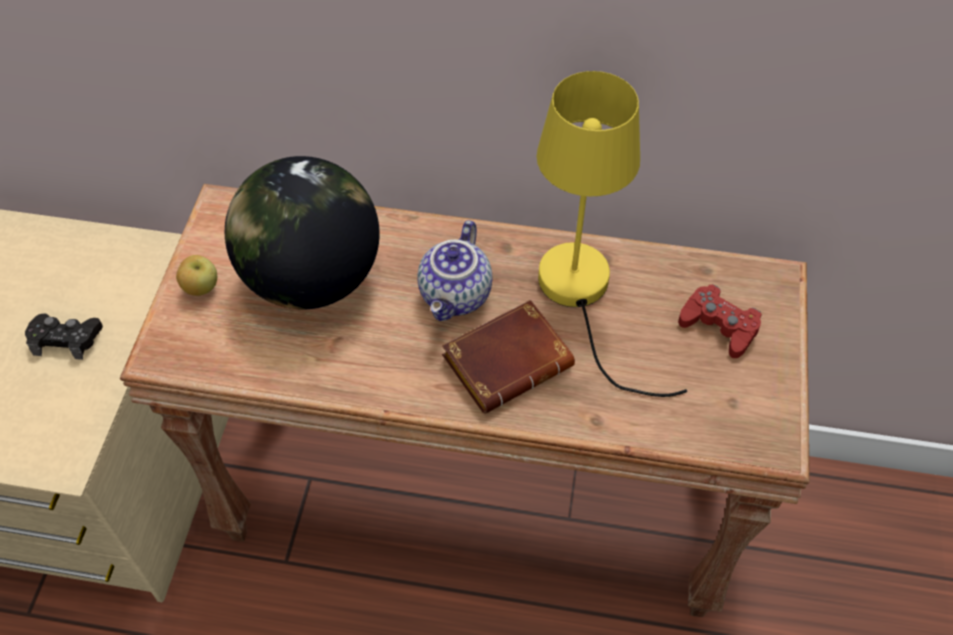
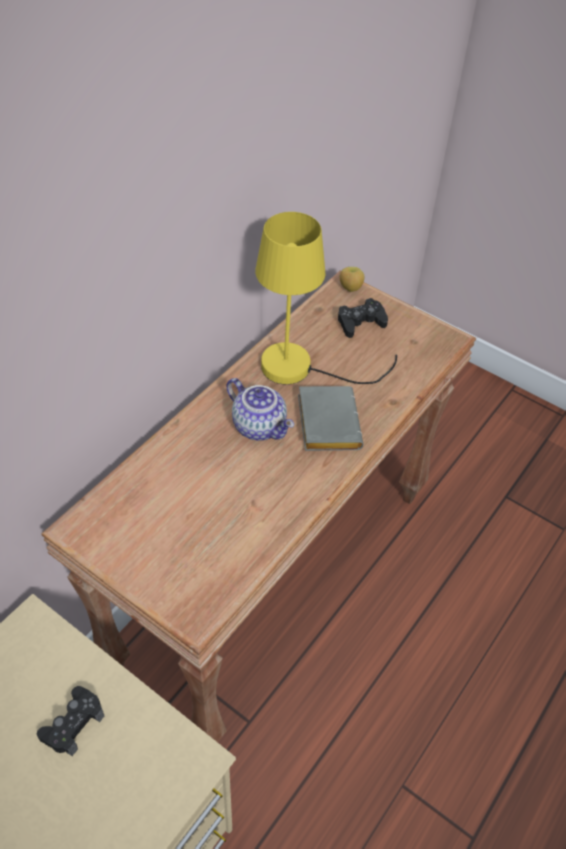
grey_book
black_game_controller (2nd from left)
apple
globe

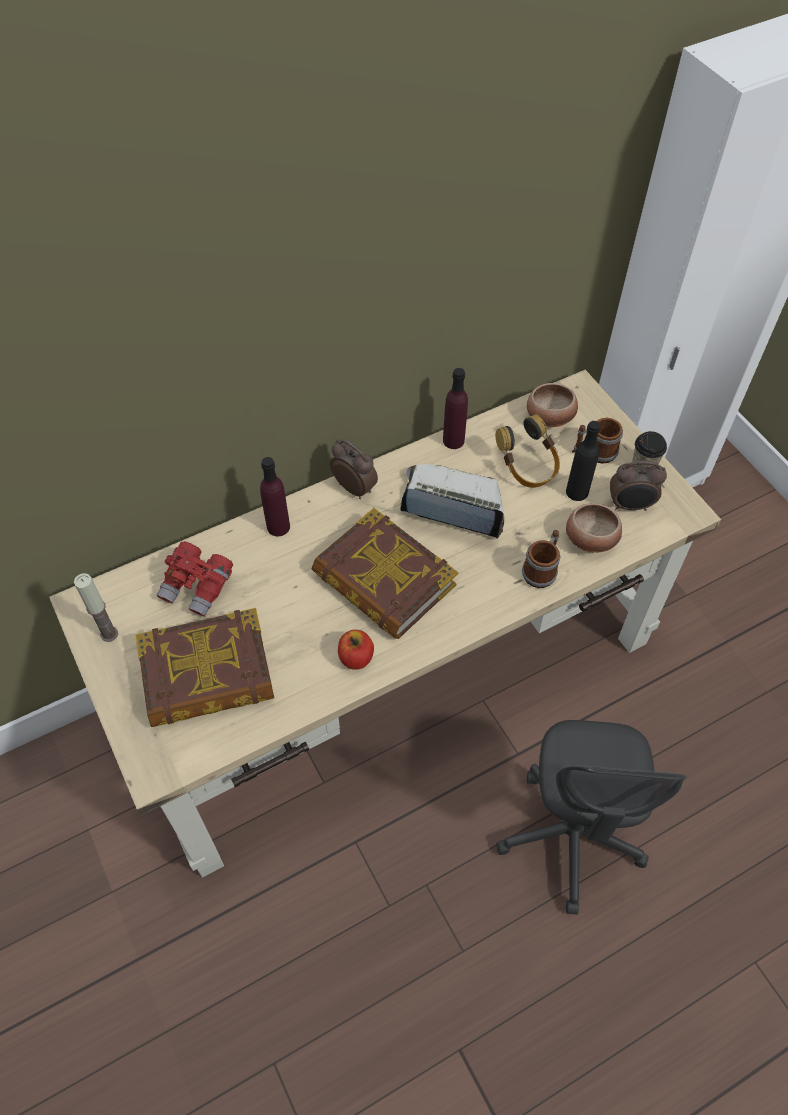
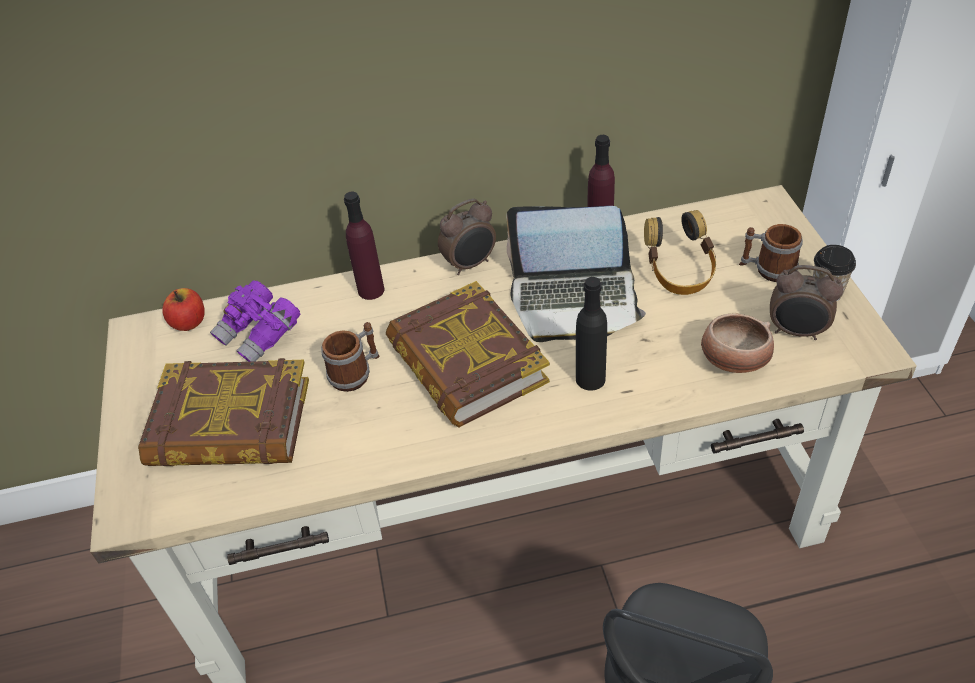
apple
purple_binoculars
mug (1st from left)
alarm_clock (1st from left)
laptop
black_bottle
candle
bowl (1st from left in the first image)

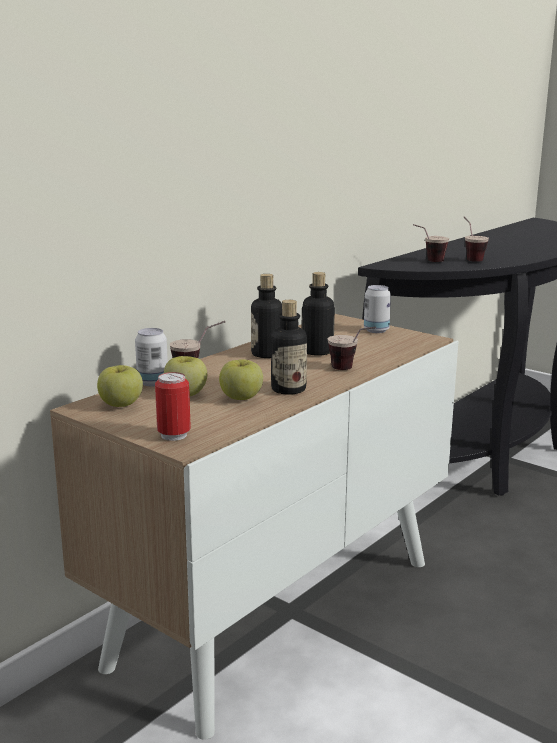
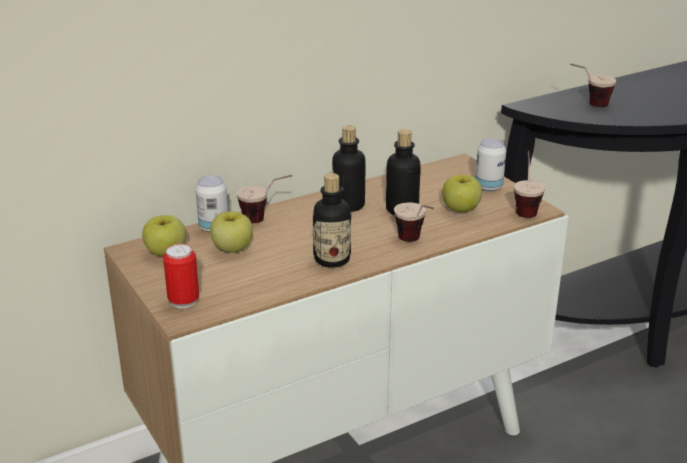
apple (3rd from left)
cup (3rd from left)

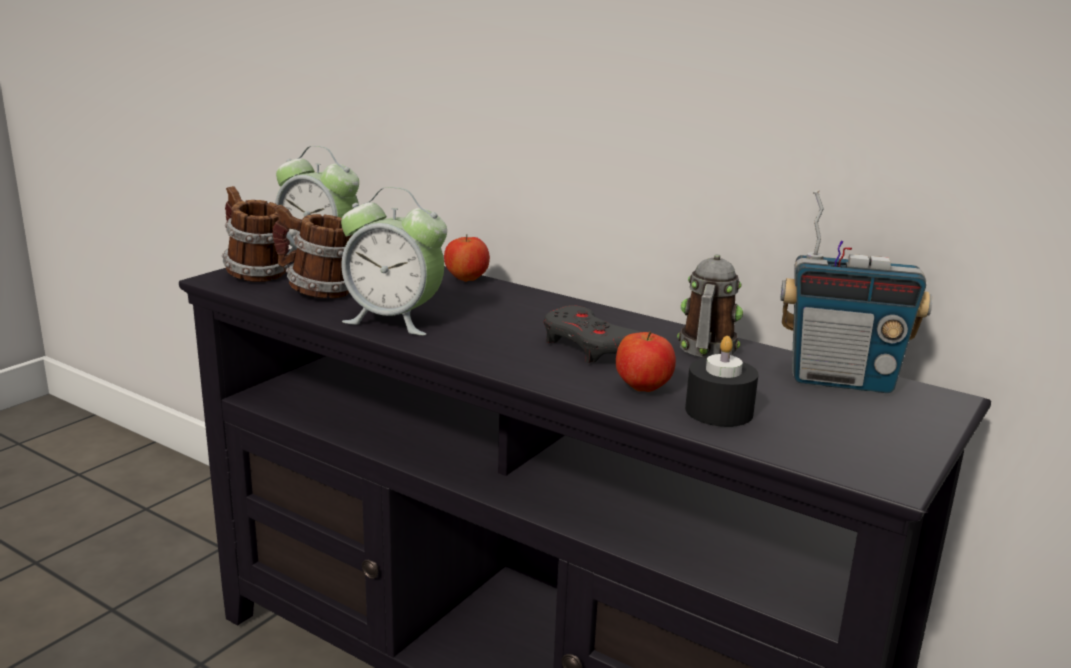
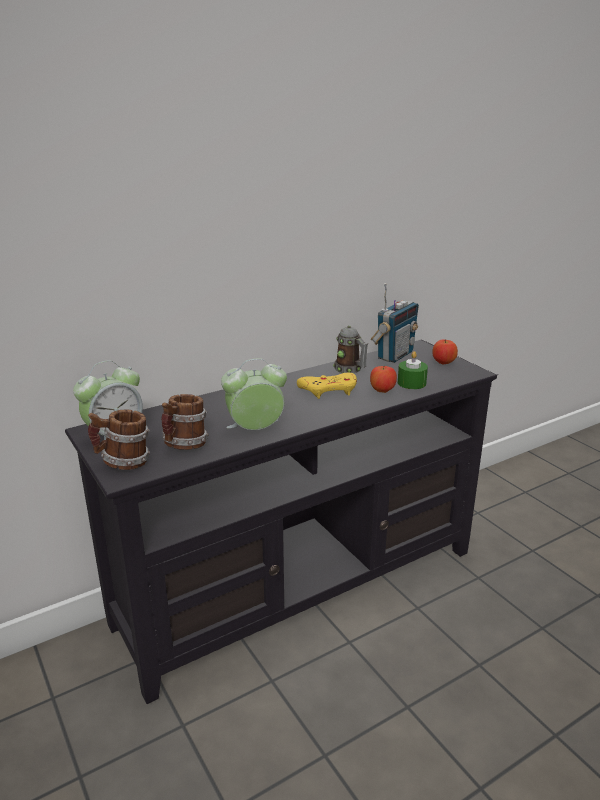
alarm_clock (2nd from left)
yellow_game_controller
green_candle
apple (2nd from left)

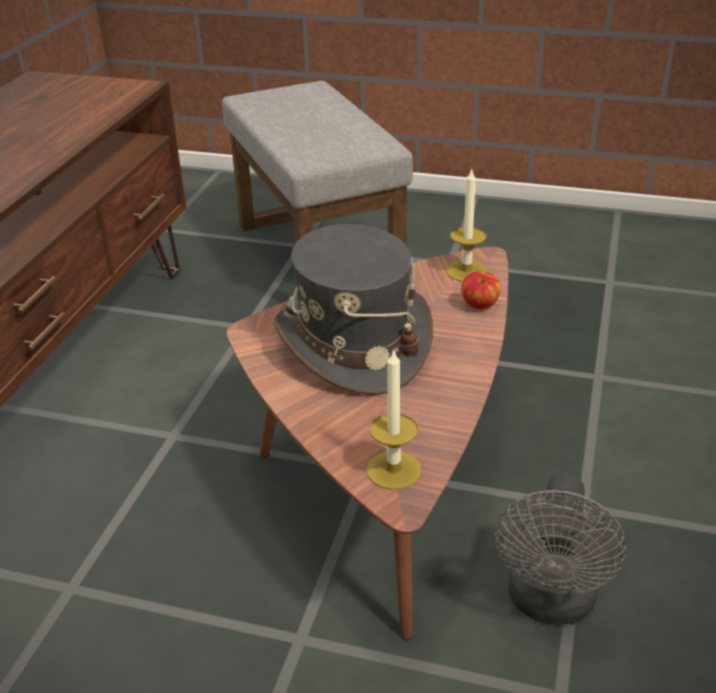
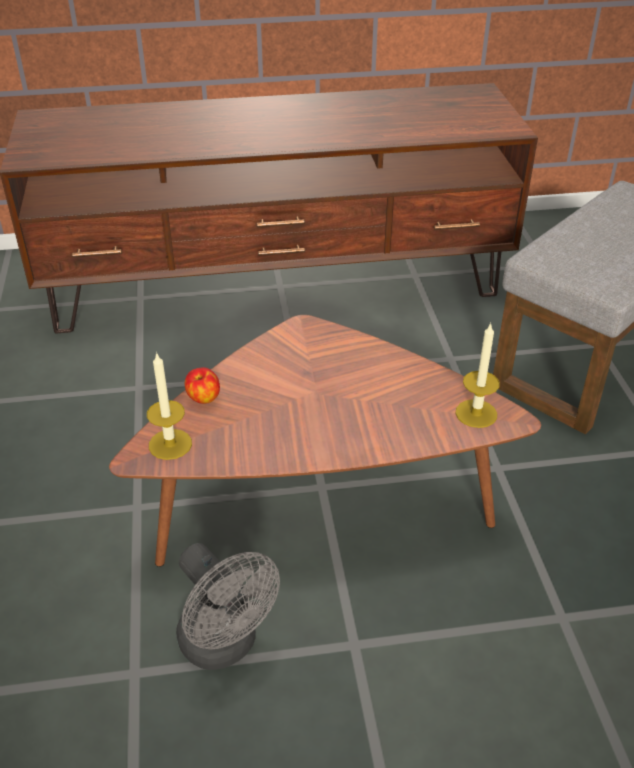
grey_fan
apple
grey_hat

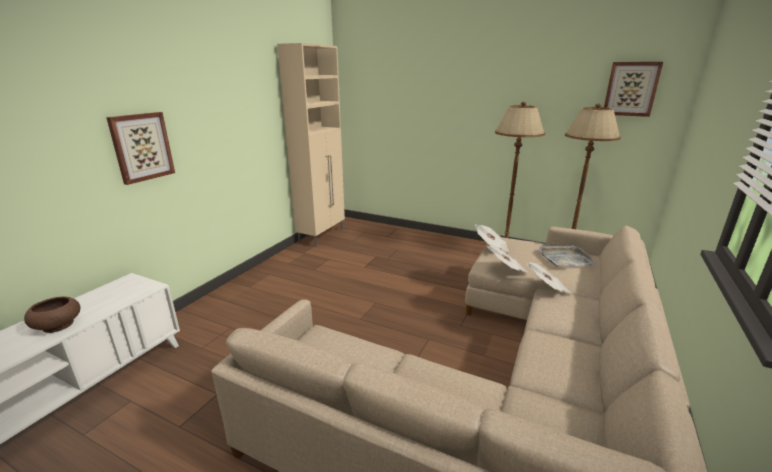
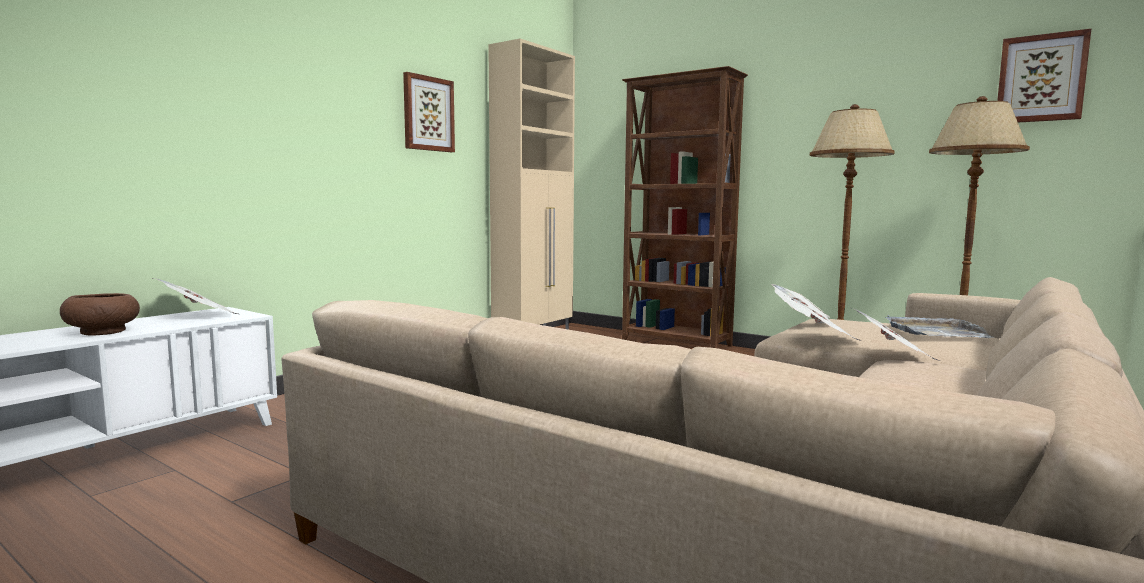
newspaper (1st from left)
picture (1st from left)
brown_bookcase

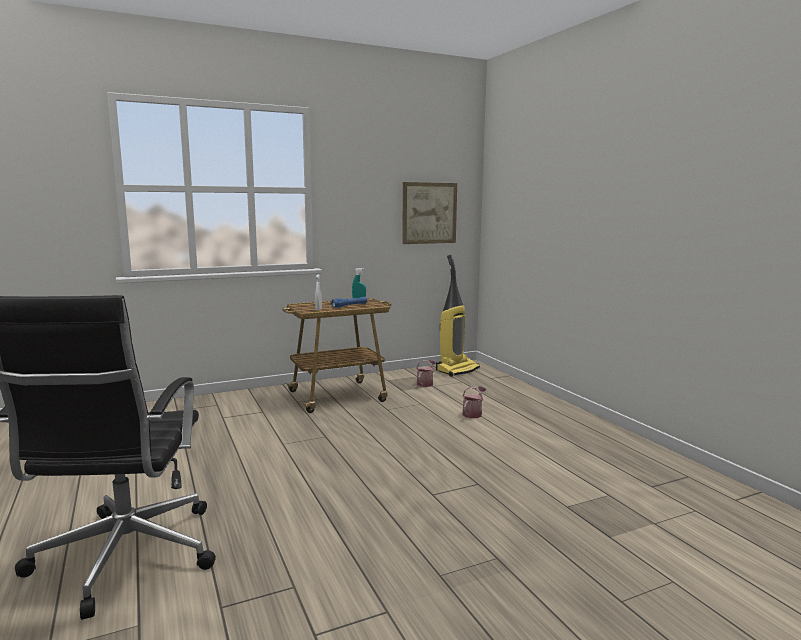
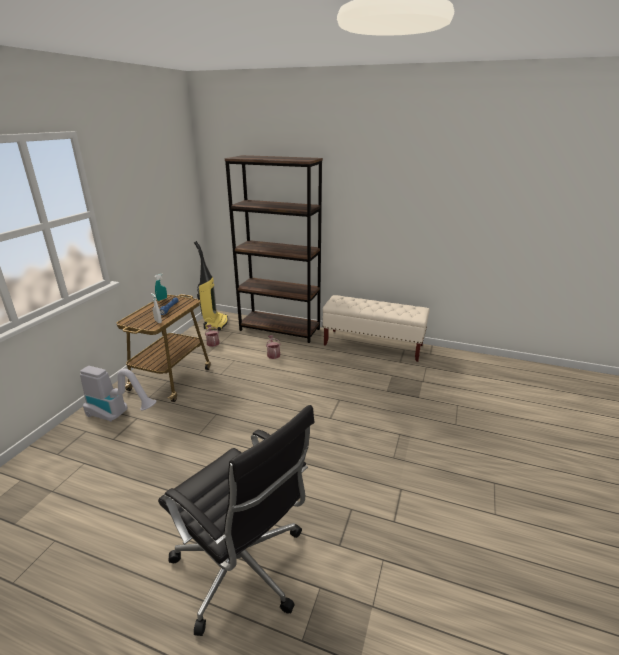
vacuum_cleaner (1st from left)
brown_bookcase
beige_bench
picture

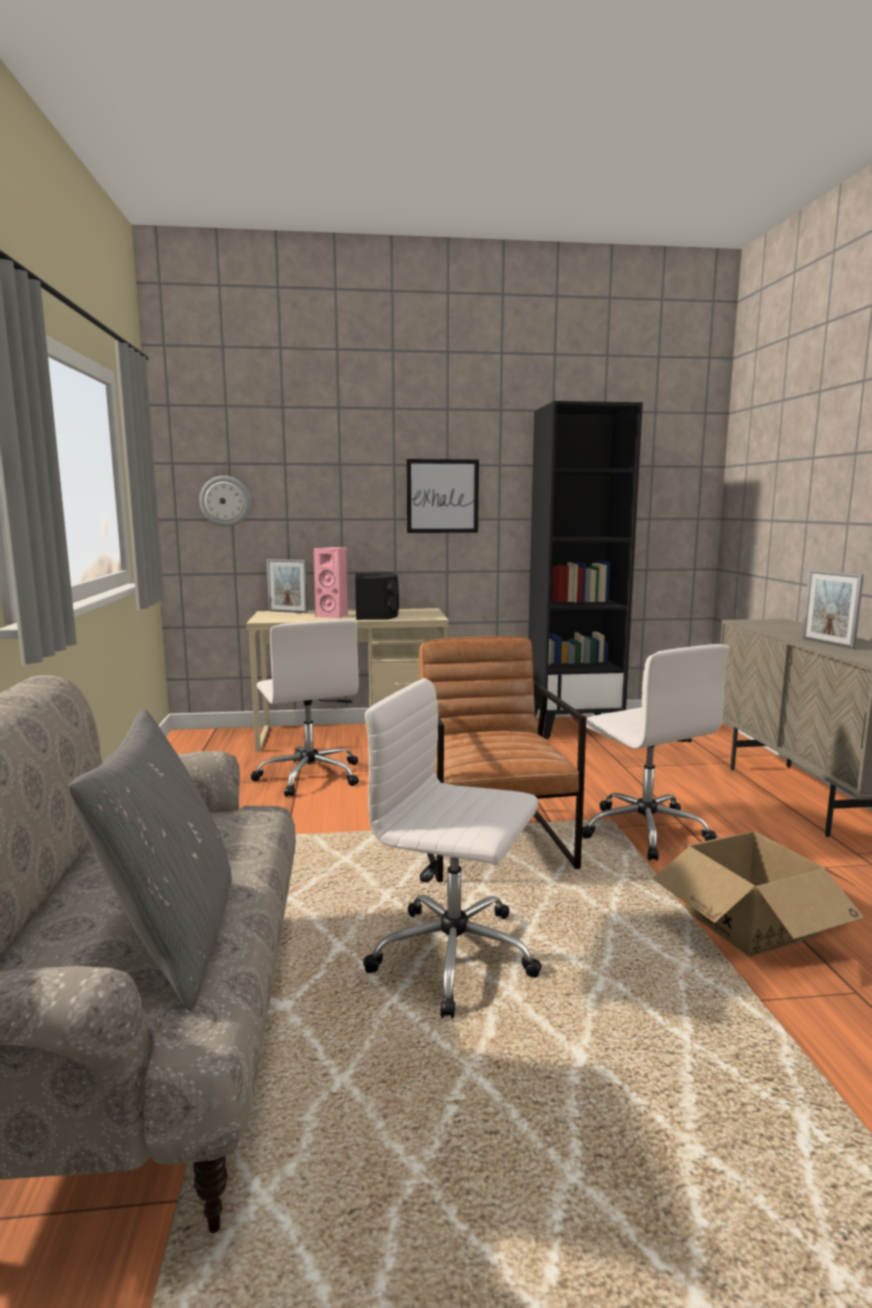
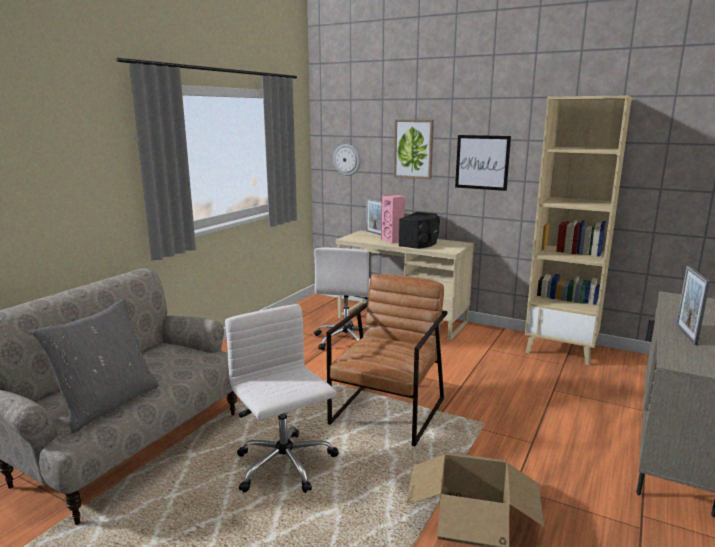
picture (1st from left)
beige_bookcase
white_office_chair (3rd from left in the first image)

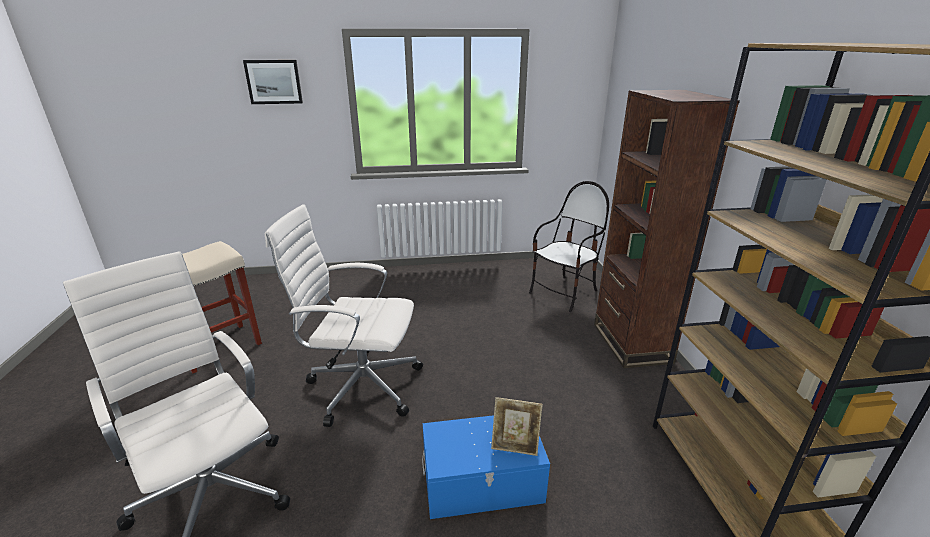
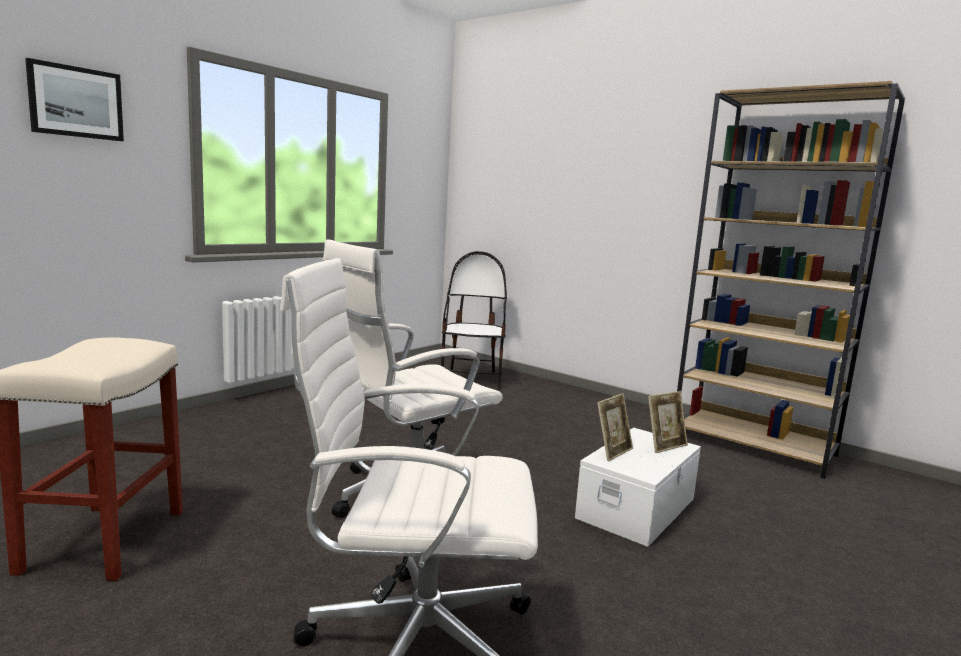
white_storage_box
picture_frame (1st from left)
brown_bookcase (1st from left in the first image)

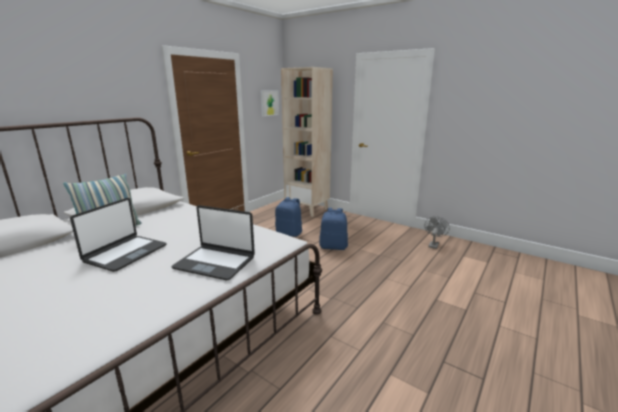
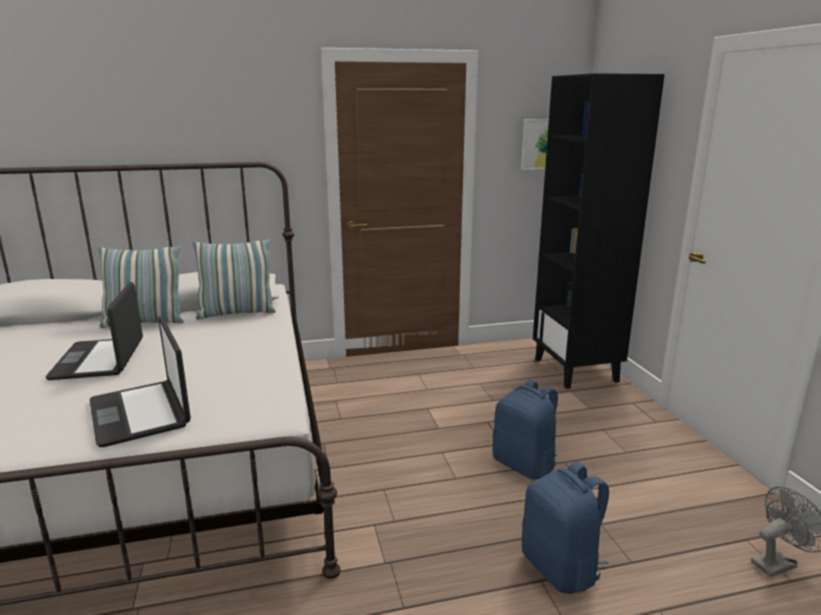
laptop (1st from left)
pillow (2nd from left)
blue_backpack (2nd from left)
black_bookcase

